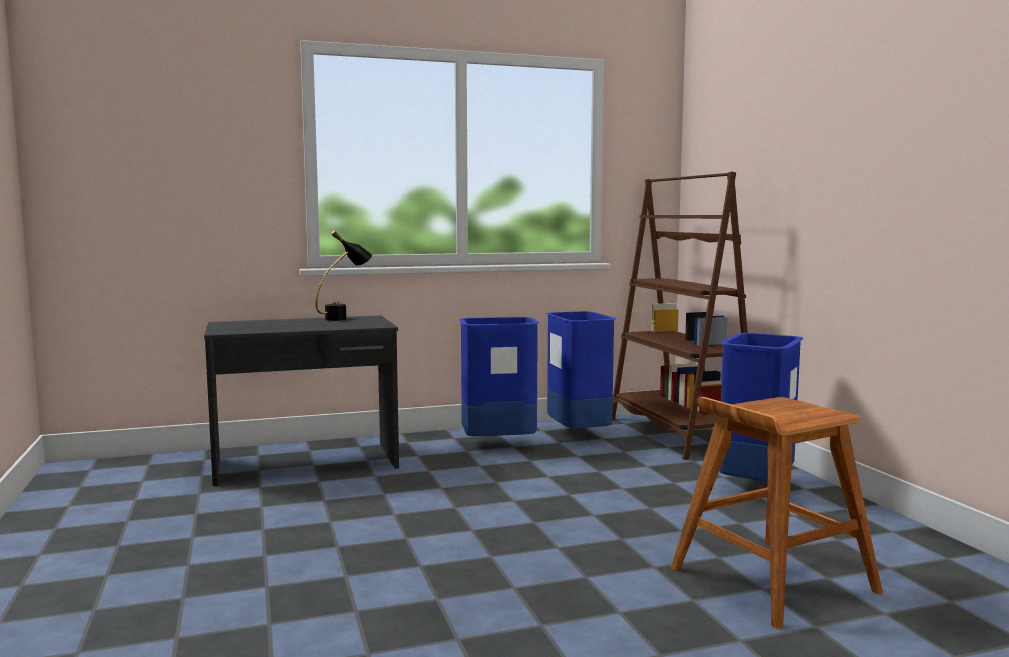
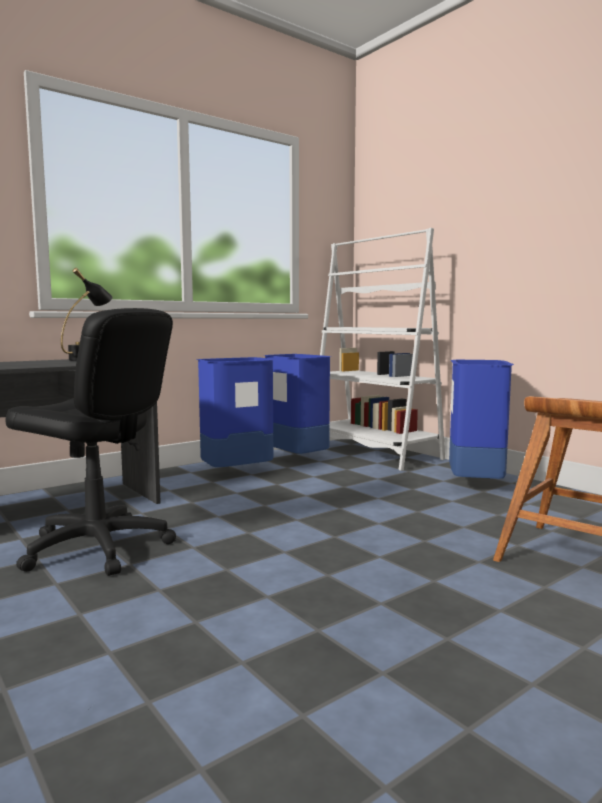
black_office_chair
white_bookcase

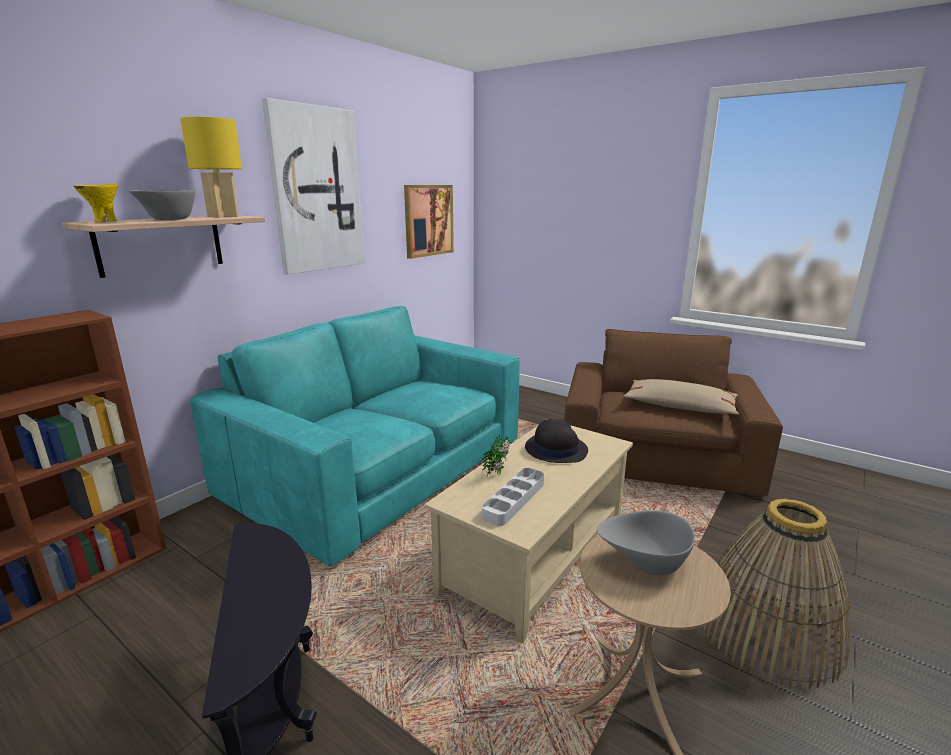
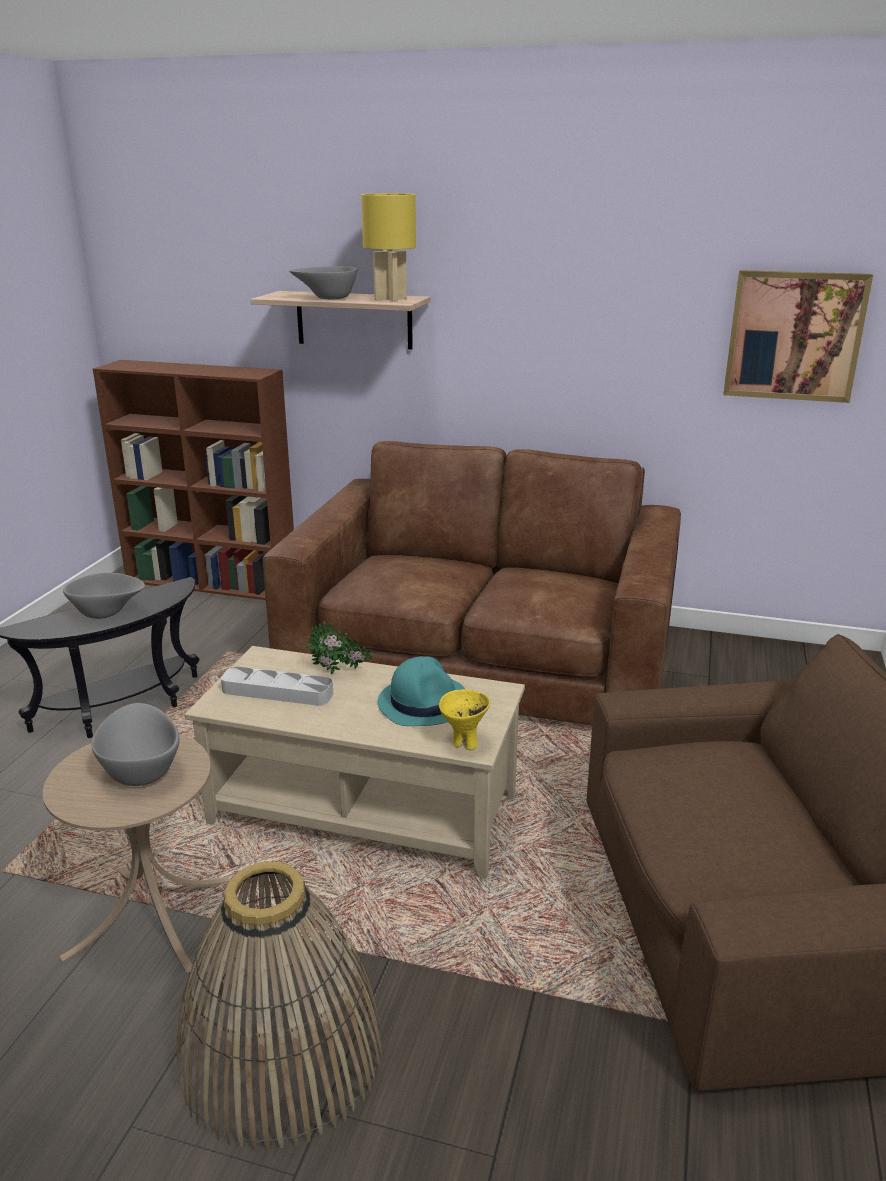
grey_bowl (1st from left)
brown_sofa
turquoise_hat
yellow_bowl
picture (1st from left in the first image)
beige_pillow

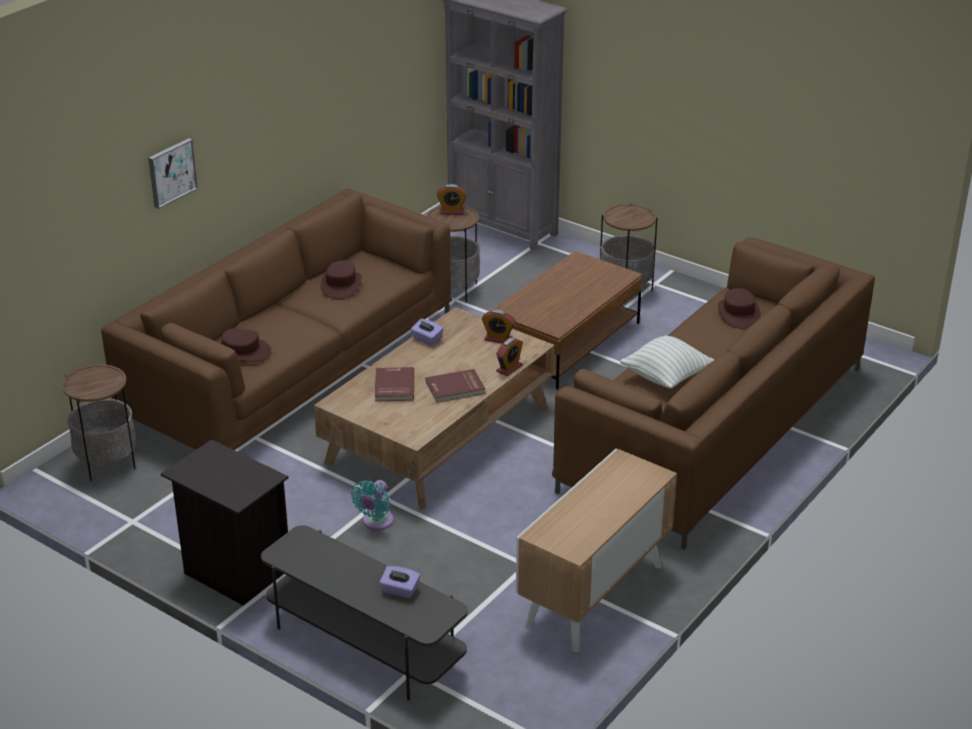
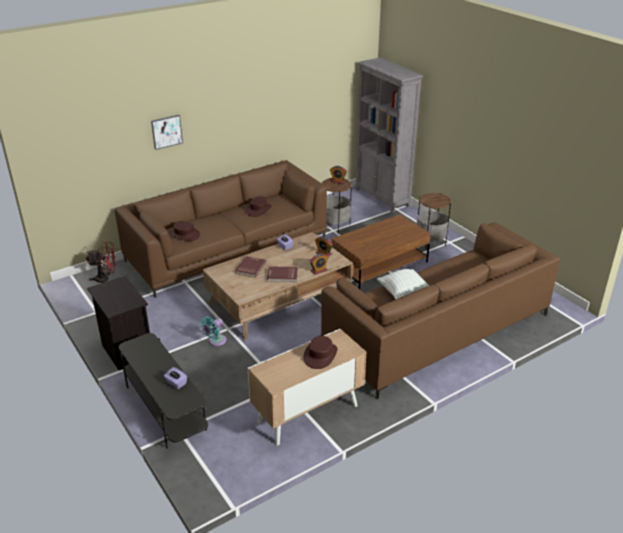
red_fan
brown_hat (3rd from left)

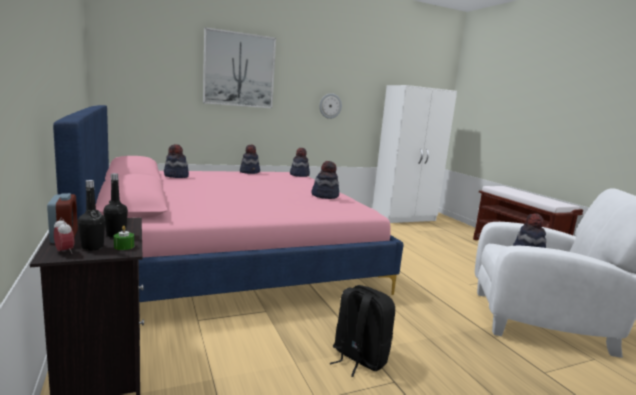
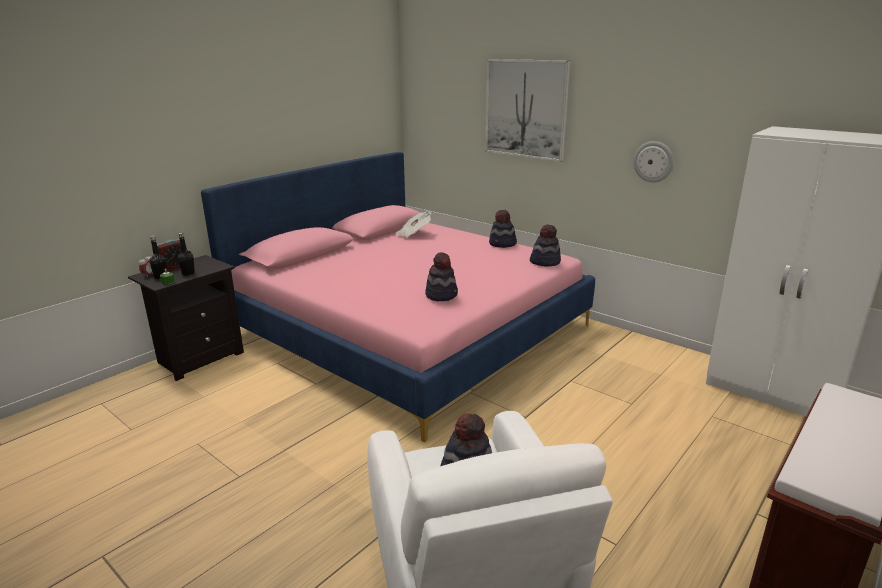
newspaper
black_backpack

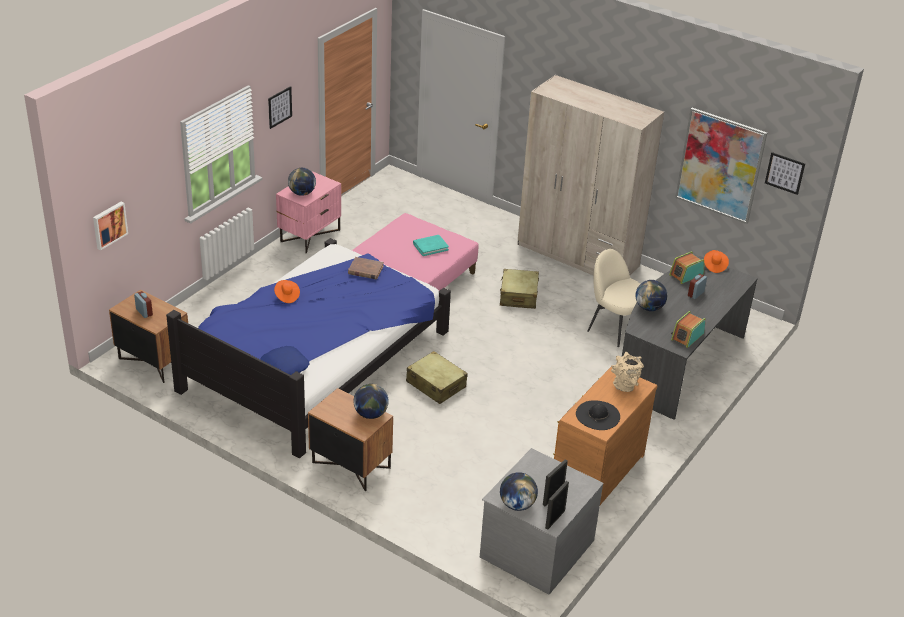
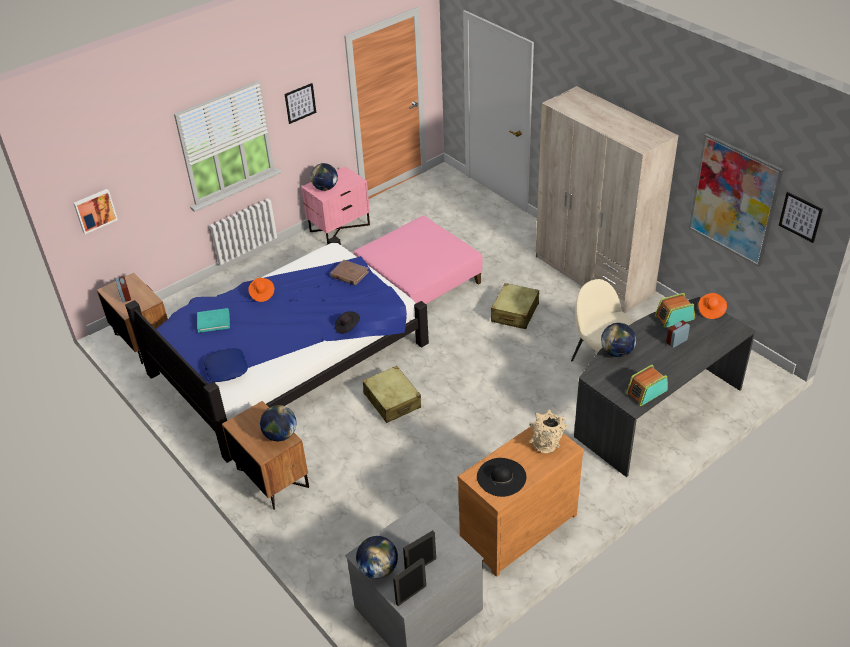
turquoise_book
black_hat (1st from left)

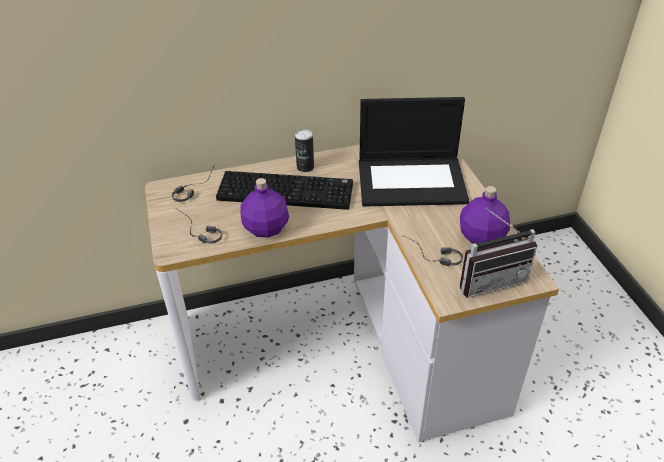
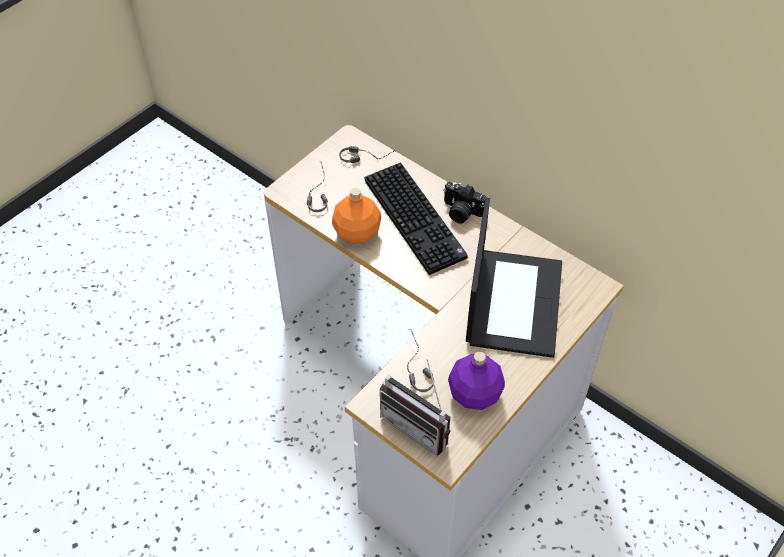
orange_bottle
photo_camera
laptop

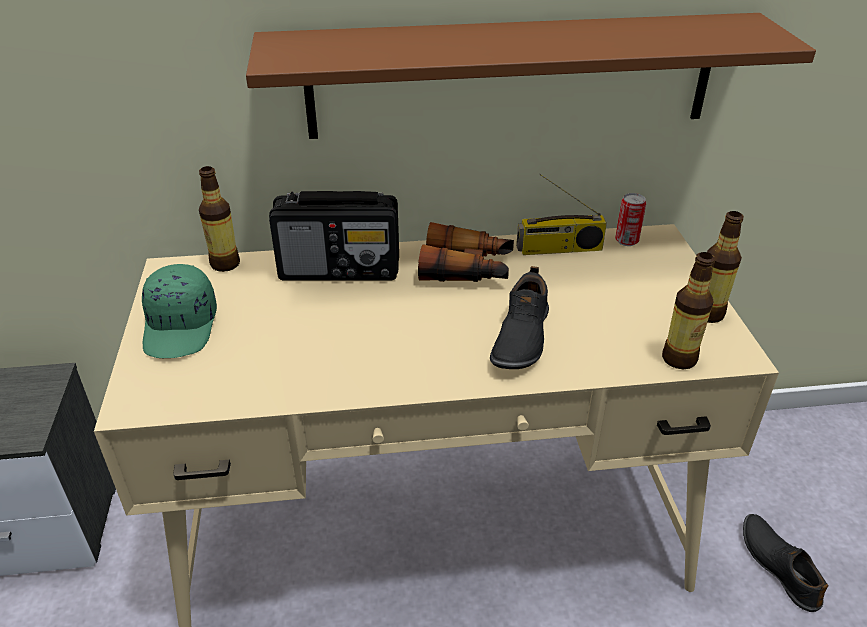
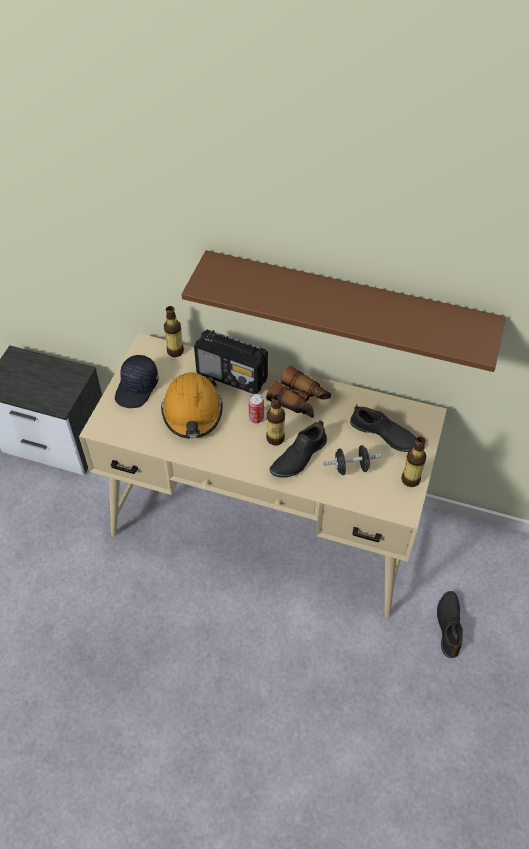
black_cap
orange_hard_hat
can
bottle (2nd from left)
black_dumbbell
black_shoe (2nd from left)
radio (2nd from left in the first image)

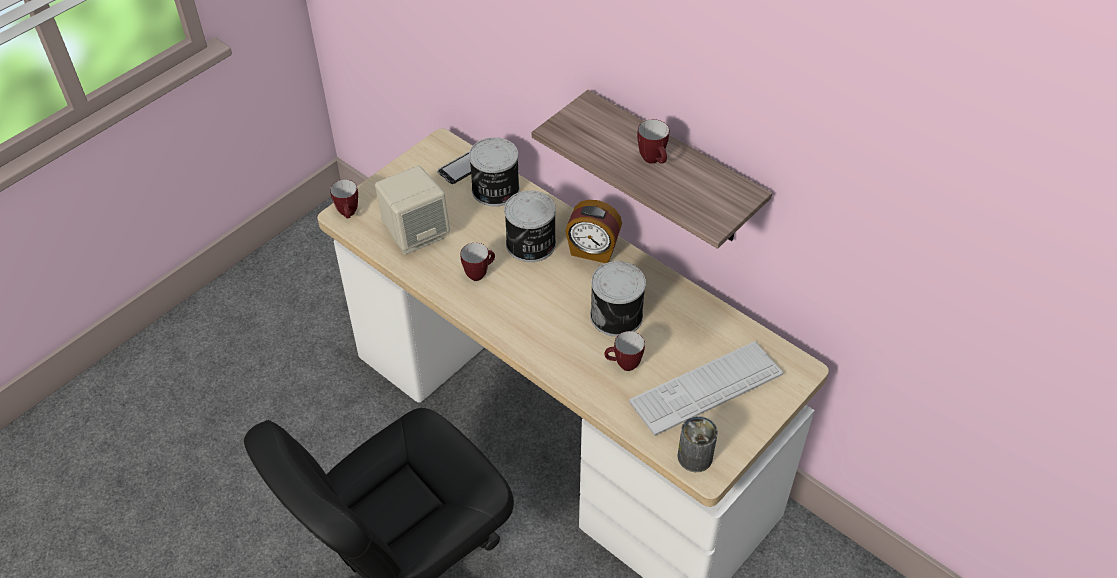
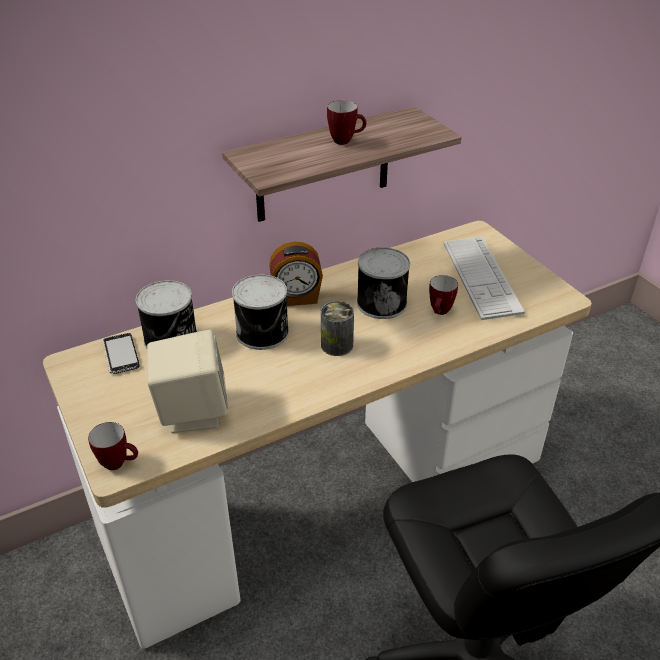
alarm_clock
can (3rd from left)
mug (2nd from left in the first image)

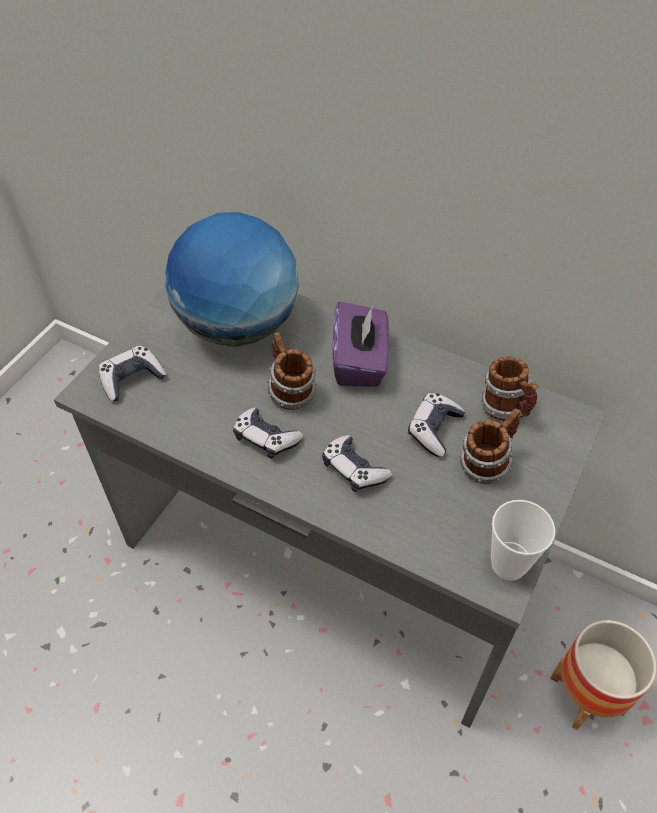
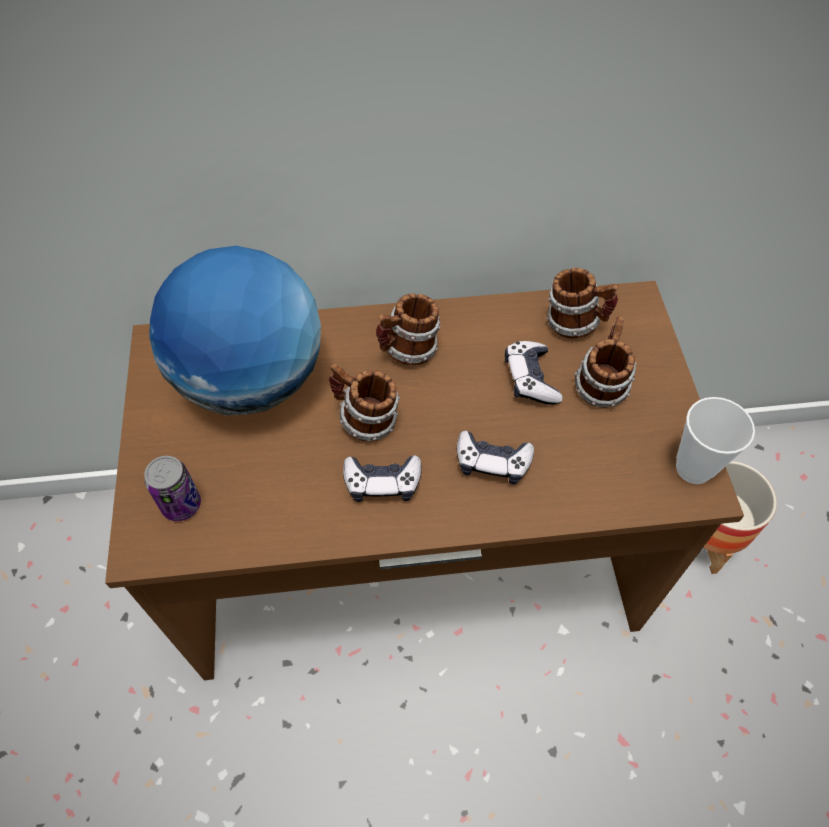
brown_desk
can
mug (2nd from left)

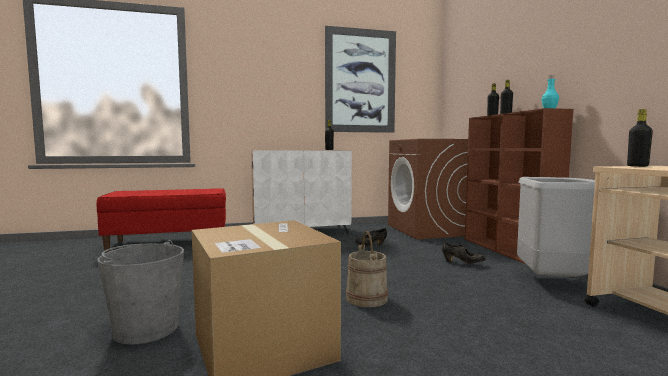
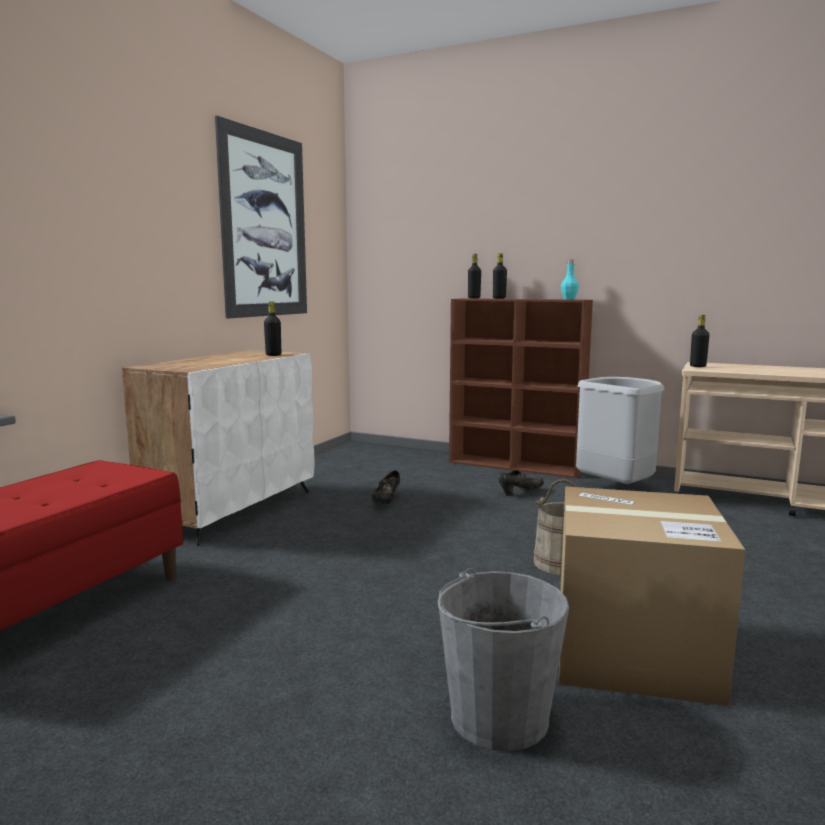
brown_washing_machine

